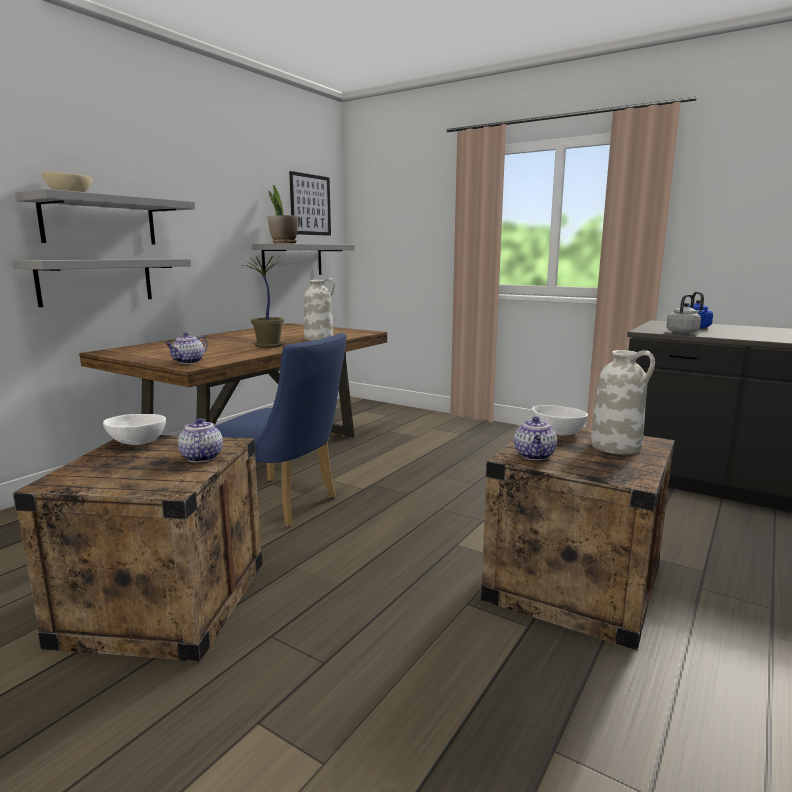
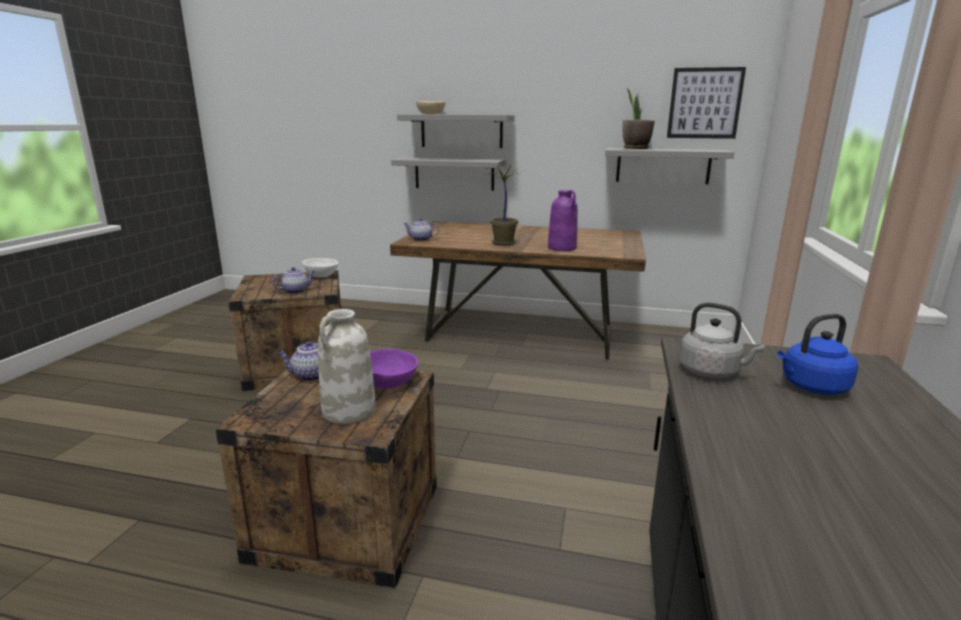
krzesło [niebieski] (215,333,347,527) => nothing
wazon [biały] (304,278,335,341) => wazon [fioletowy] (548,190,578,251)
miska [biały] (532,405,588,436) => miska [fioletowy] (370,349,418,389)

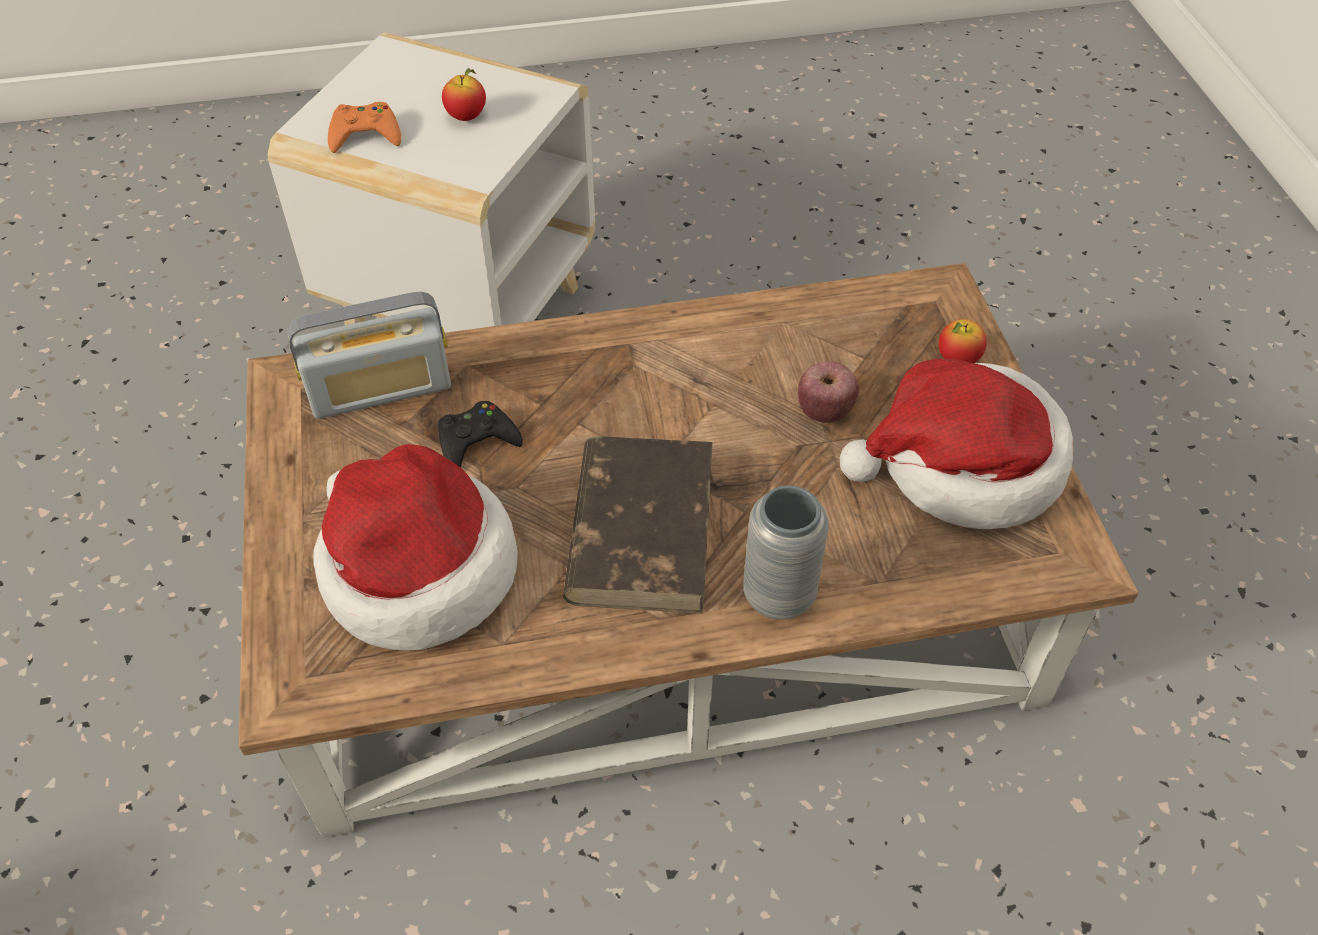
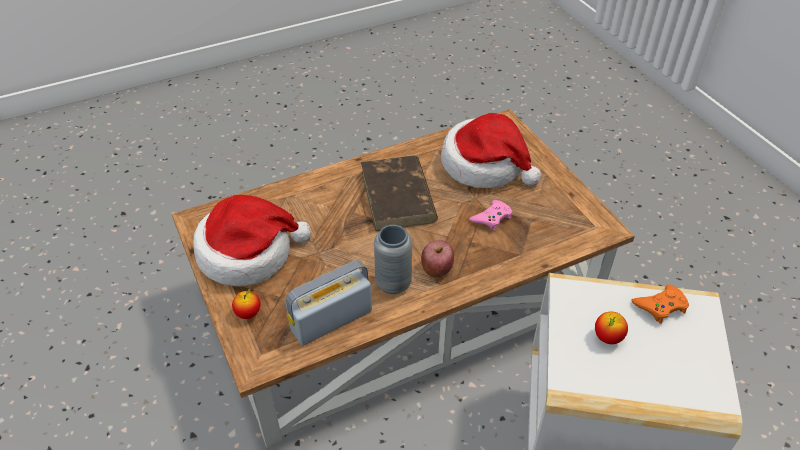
radio (287,291,451,419) => radio (286,260,372,346), moved
wazon [szary] (743,485,829,620) => wazon [szary] (374,225,412,294), moved
jabłko (798,361,859,423) => jabłko (421,240,454,277), moved
pad do gier [czarny] (438,401,523,468) => pad do gier [różowy] (469,200,512,231)

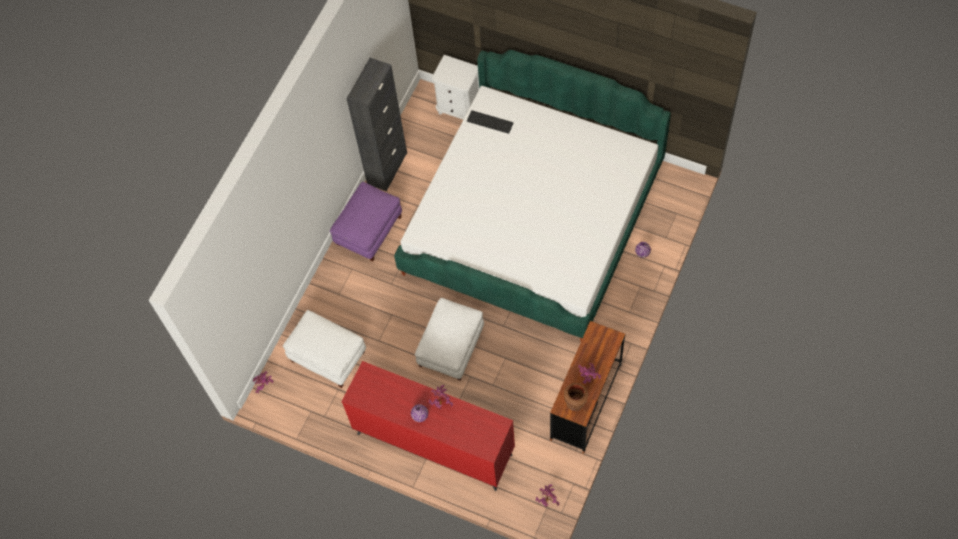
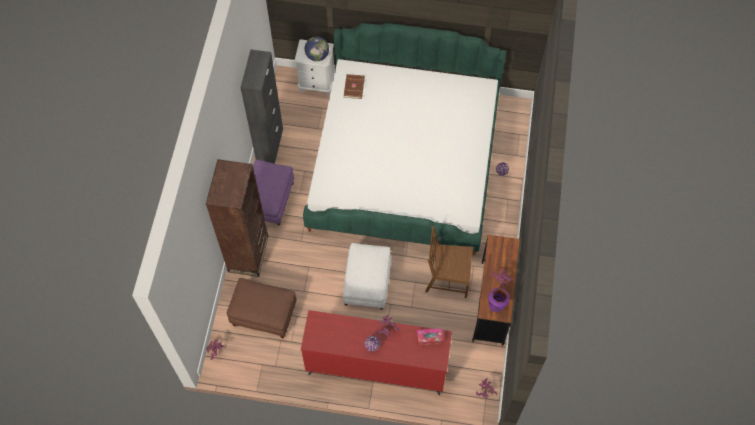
nothing => regał [brązowy] (206,159,268,277)
nothing => globus (305,36,329,61)
nothing => pudełko chusteczek (417,328,443,345)
nothing => krzesło [brązowy] (425,226,473,298)
klawiatura (467,110,513,134) => książka [brązowy] (344,74,365,99)
pufa [biały] (283,310,366,388) => pufa [brązowy] (226,278,297,339)
wazon [brązowy] (564,383,588,411) => wazon [fioletowy] (488,288,509,312)

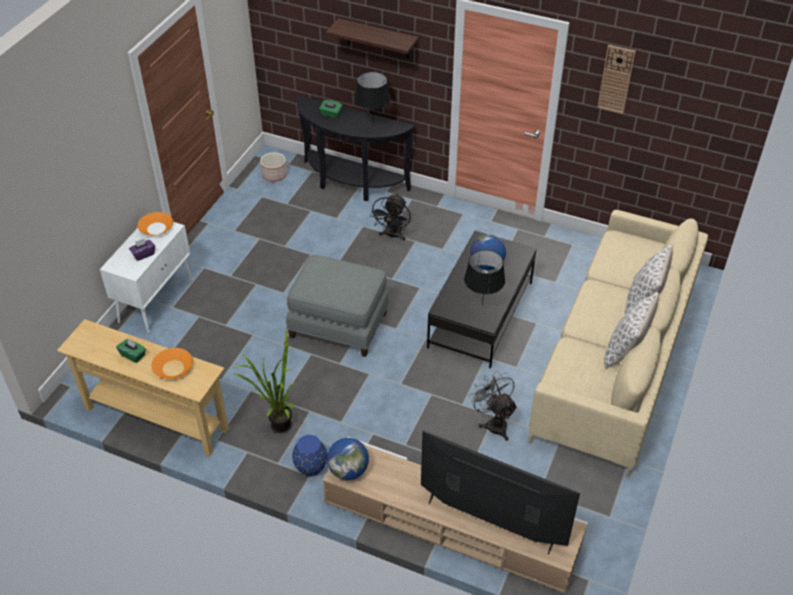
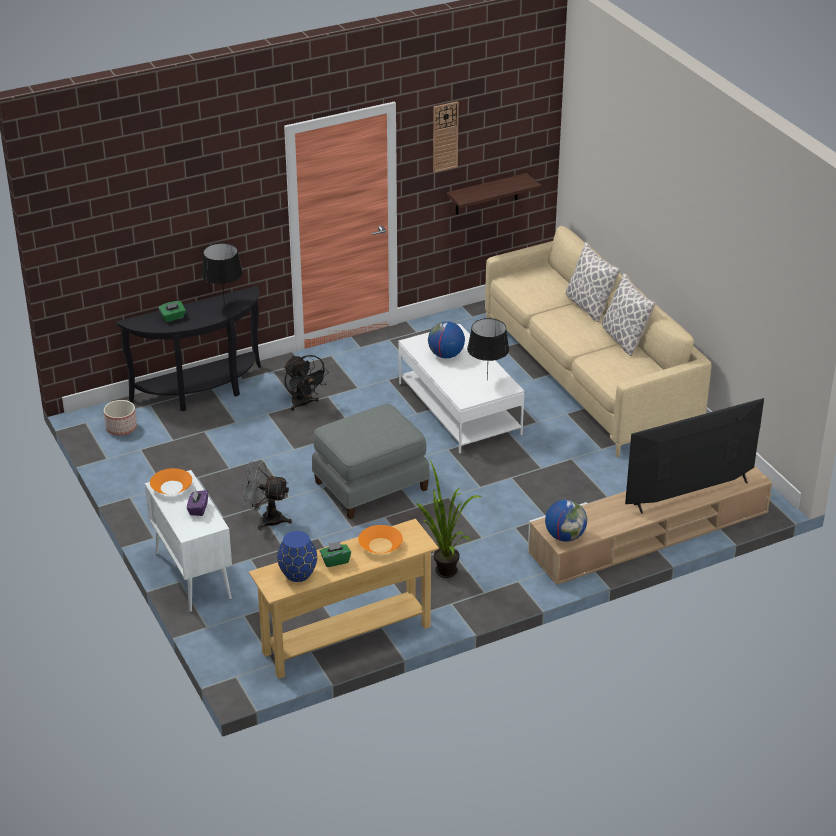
wazon [niebieski] (292,435,327,476) => wazon [niebieski] (277,531,317,582), moved
półka (326,18,419,59) => półka (447,173,541,215), moved
wentylator [szary] (469,371,517,441) => wentylator [szary] (242,461,292,530), moved
ława [czarny] (427,231,537,368) => ława [biały] (398,324,524,454)

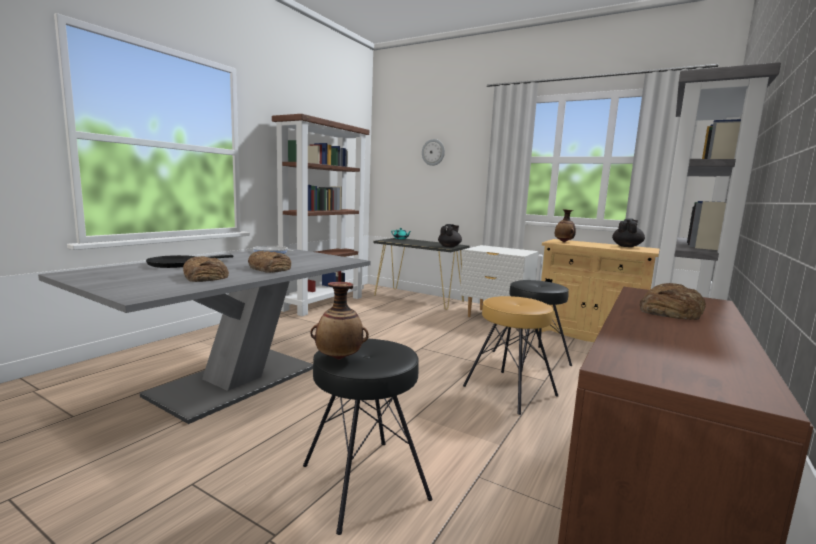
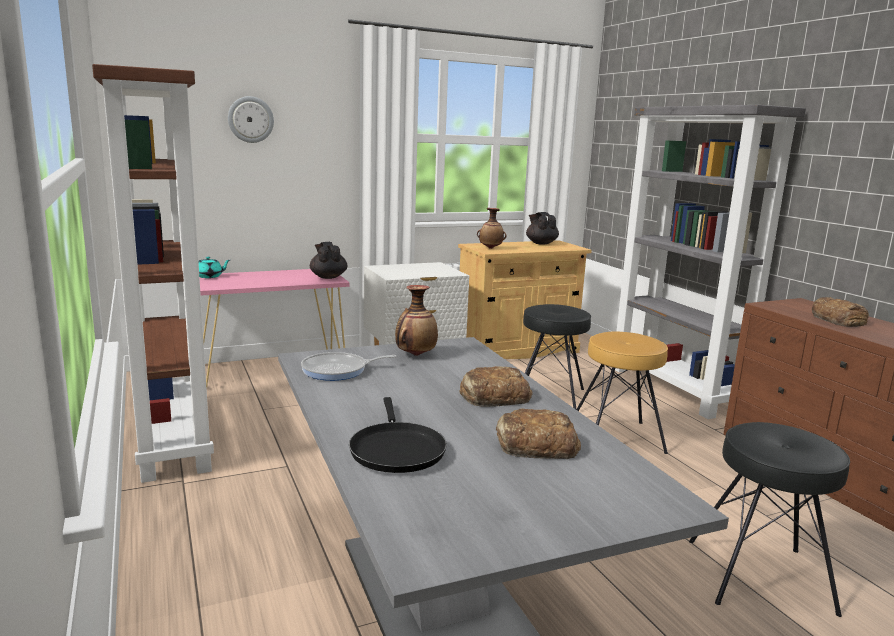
wazon (310,282,369,360) => wazon (395,285,438,356), moved
stolik konsolowy [czarny] (374,238,469,310) => stolik konsolowy [różowy] (199,269,350,388)

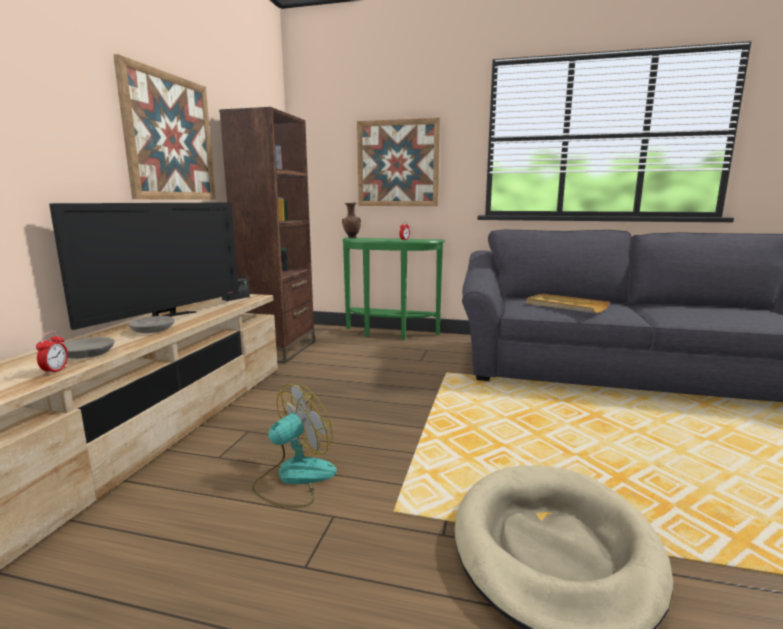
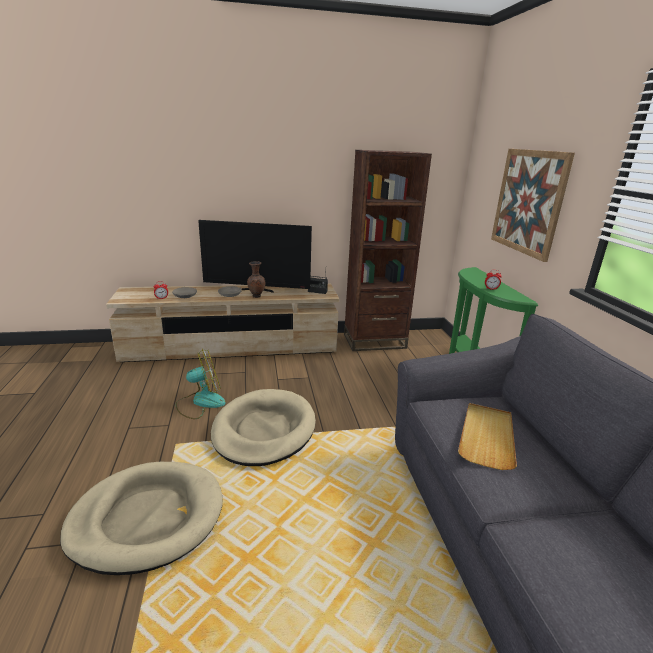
obraz (113,54,216,200) => nothing
nothing => legowisko [beżowy] (211,389,316,466)
wazon [brązowy] (342,203,361,238) => wazon [brązowy] (247,261,265,298), moved
wentylator (252,384,337,507) => wentylator (176,349,226,419), 45 degrees counterclockwise

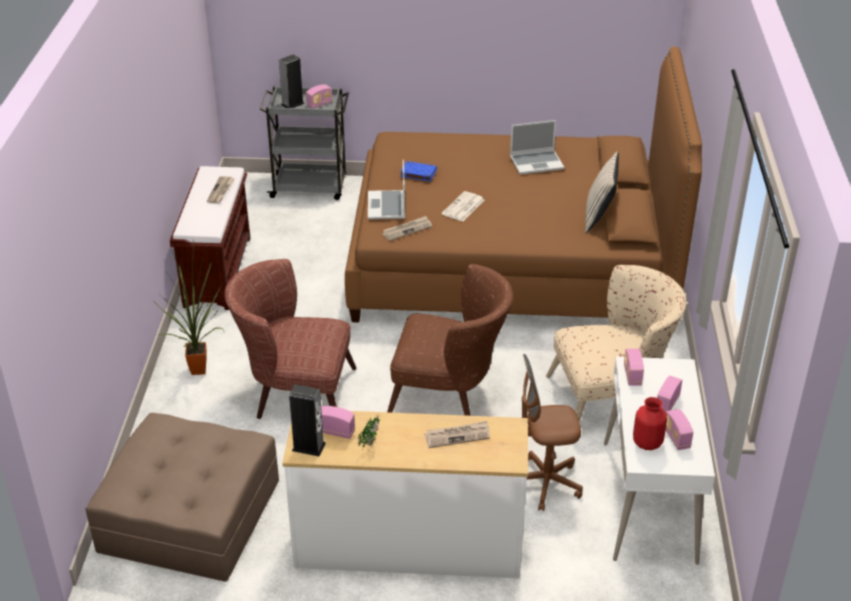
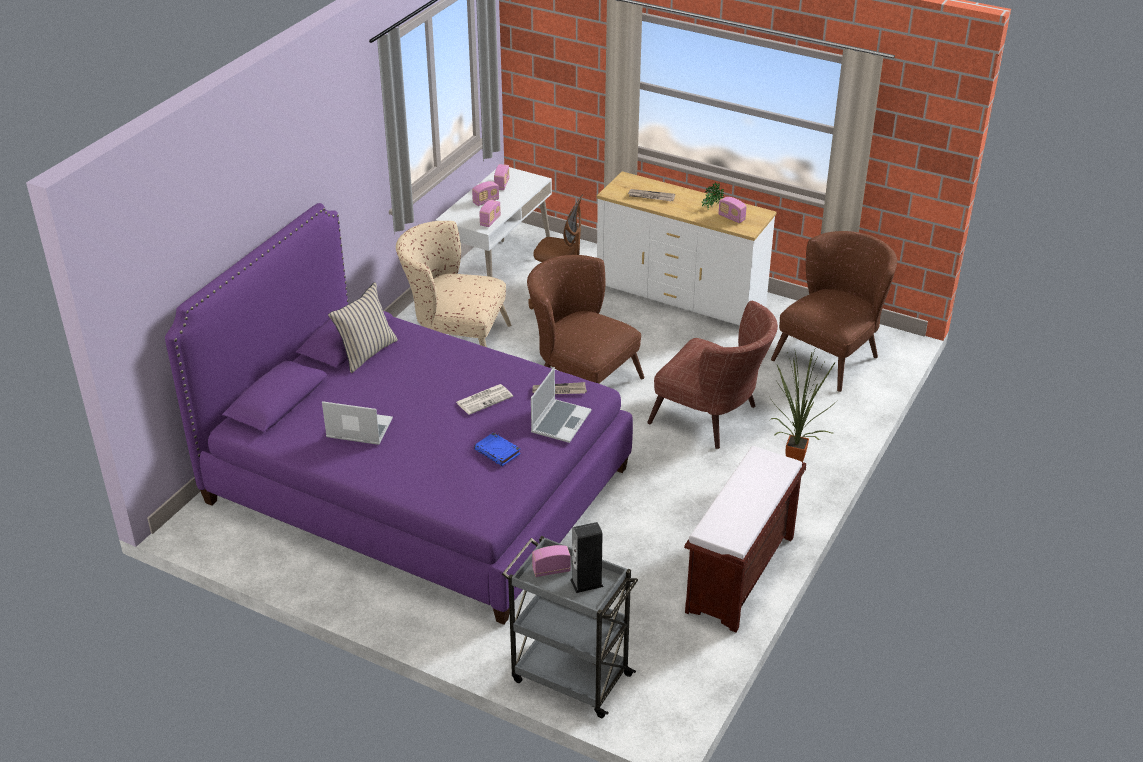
gazeta (207,176,235,203) => nothing
głośnik (289,384,326,456) => nothing
wazon [czerwony] (633,397,667,450) => nothing
pufa [brązowy] (86,413,279,582) => fotel [brązowy] (771,231,897,392)
łóżko [brązowy] (345,46,702,323) => łóżko [fioletowy] (165,203,633,625)

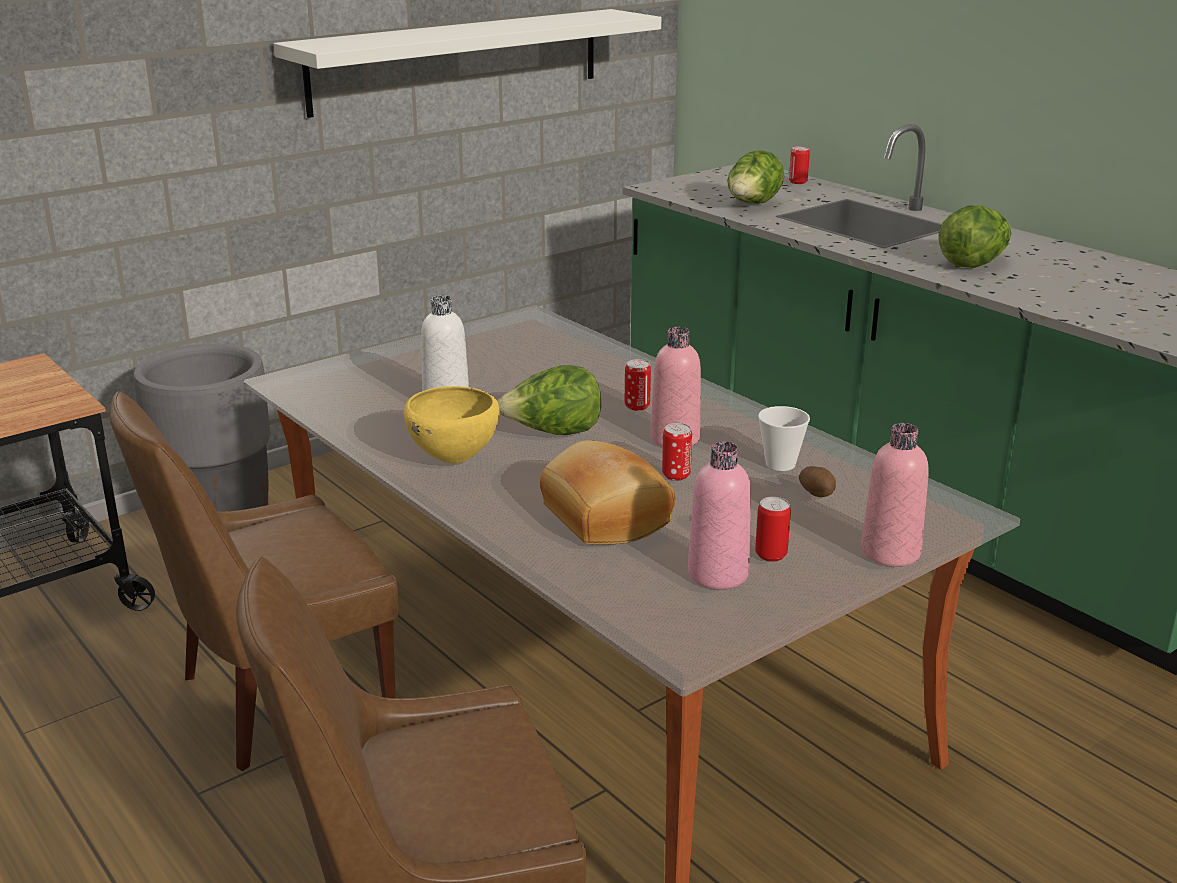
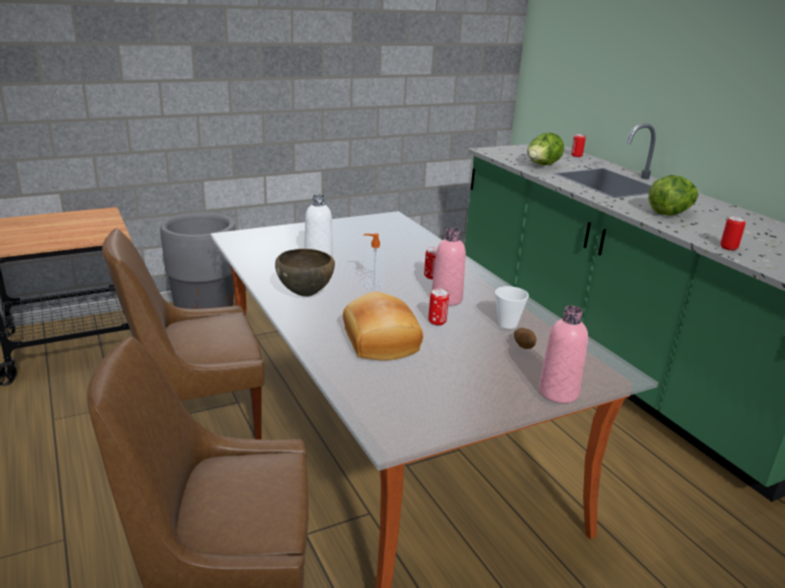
półka [biały] (274,9,661,118) => nothing
butelka [różowy] (688,442,751,589) => nothing
puszka (755,497,791,562) => puszka (720,216,746,251), moved
sałata (497,365,601,435) => dozownik mydła (364,234,385,291)
miska [żółty] (404,386,500,463) => miska [brązowy] (275,249,335,297)

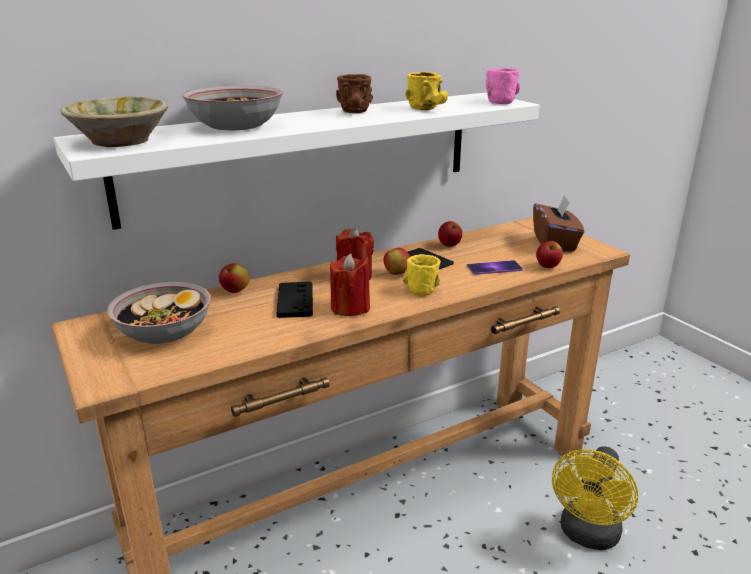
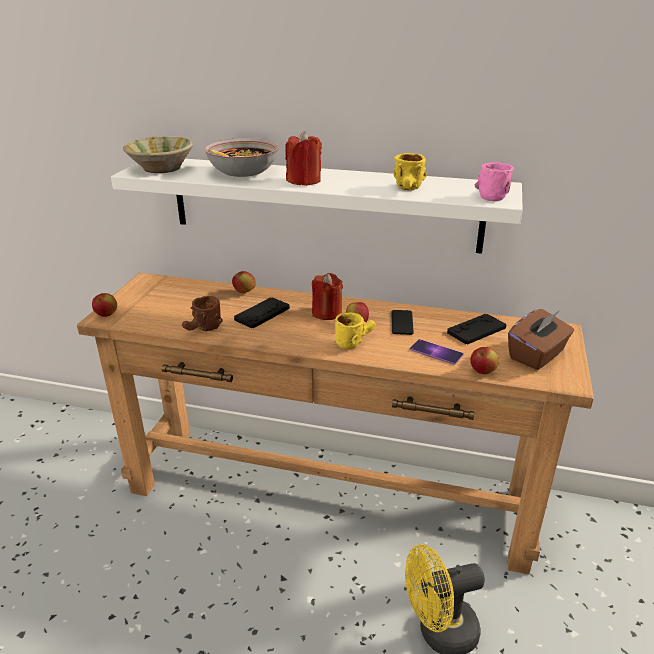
miska (107,282,211,344) => nothing
nothing => pad do gier [czarny] (447,314,506,344)
świeca [czerwony] (330,253,370,316) => świeca [czerwony] (285,131,322,186), moved
kubek [brązowy] (336,74,373,113) => kubek [brązowy] (182,296,223,331), moved
jabłko (438,221,462,247) => jabłko (92,293,117,317), moved

